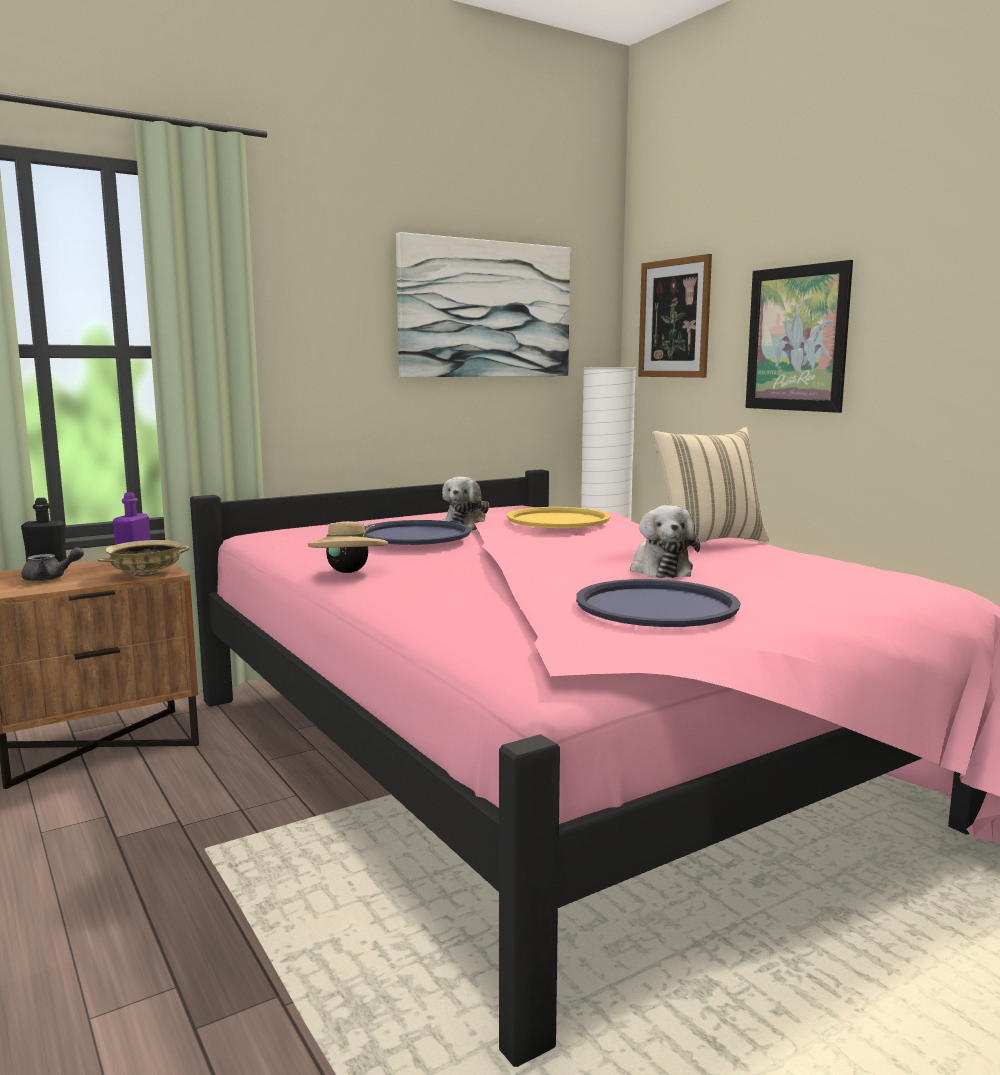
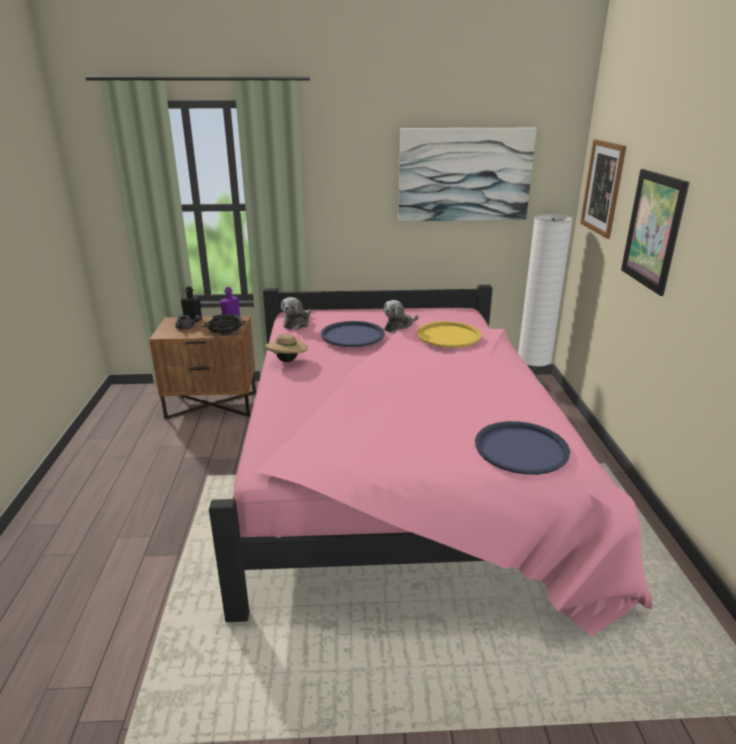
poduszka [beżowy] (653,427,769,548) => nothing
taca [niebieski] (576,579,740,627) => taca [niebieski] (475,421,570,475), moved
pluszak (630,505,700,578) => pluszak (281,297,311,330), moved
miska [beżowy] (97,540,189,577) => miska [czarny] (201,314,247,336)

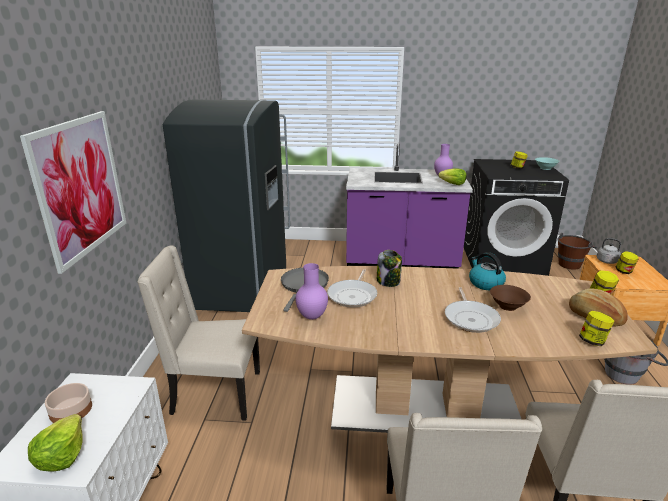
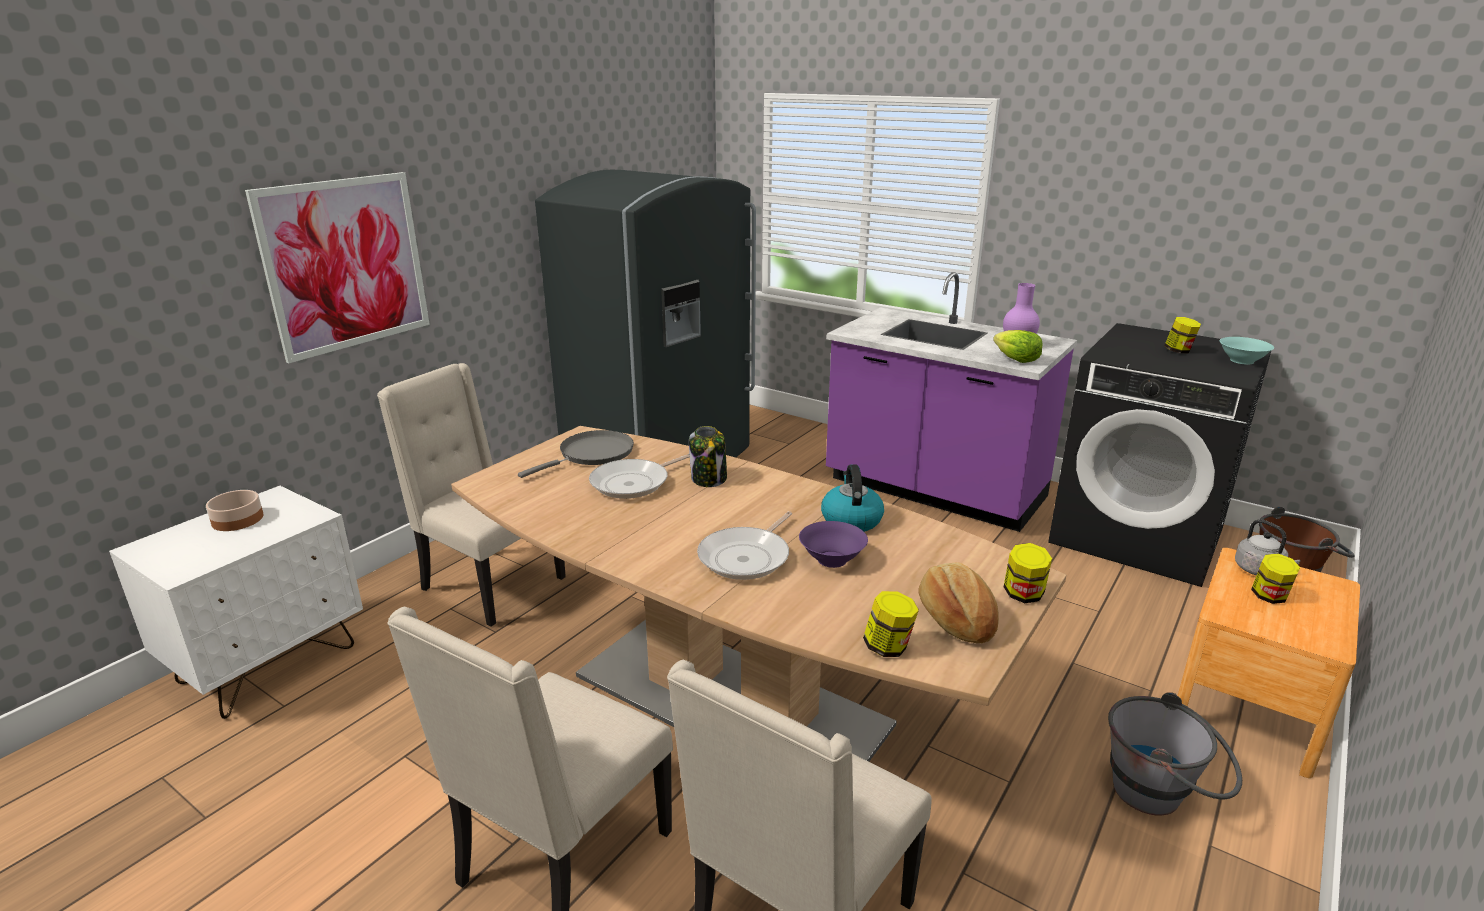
sałata (28,414,83,471) => nothing
wazon [fioletowy] (295,263,328,320) => nothing
miska [brązowy] (490,285,531,311) => miska [fioletowy] (799,521,868,568)

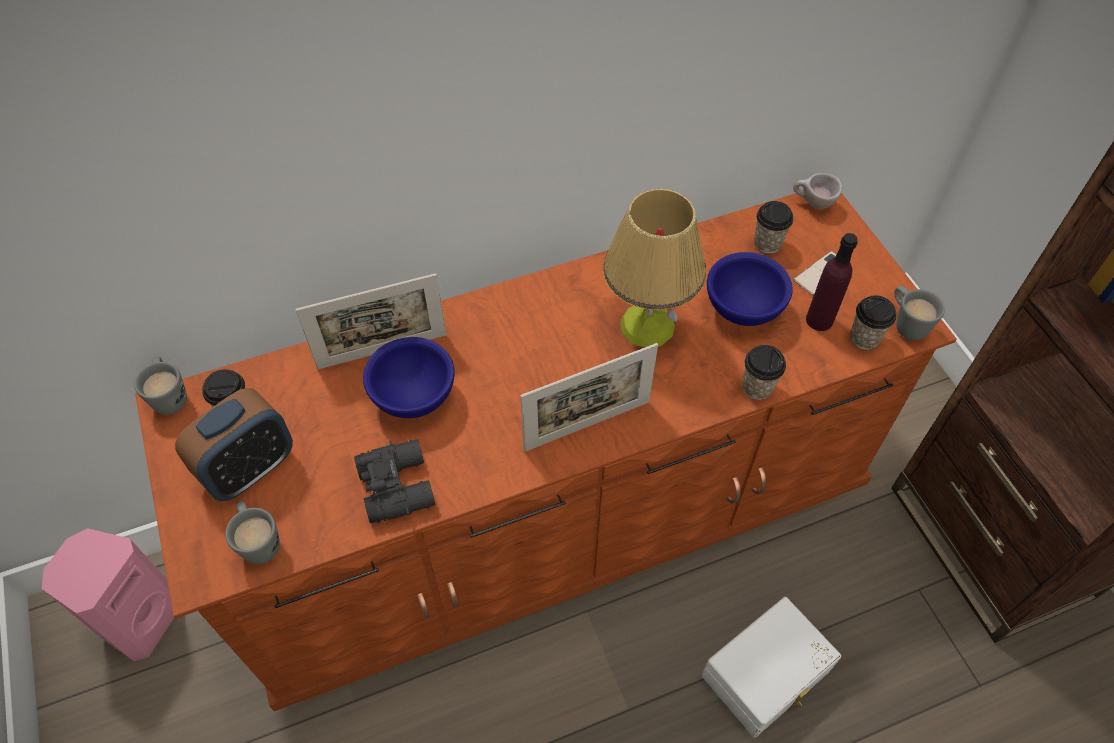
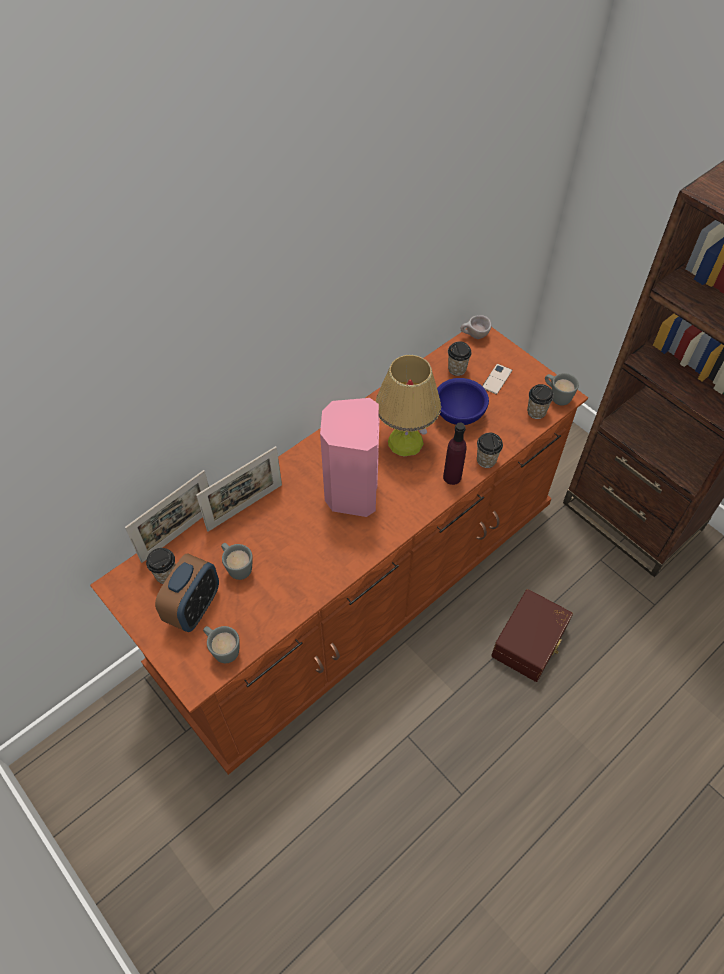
lornetka [czarny] (354,439,435,523) => nothing
miska [niebieski] (363,337,455,418) => nothing
głośnik [różowy] (42,528,174,661) => głośnik [różowy] (320,398,380,517), moved
kubek [szary] (134,357,187,415) => kubek [szary] (221,543,253,580), moved
ramka na zdjęcie (521,343,658,452) => ramka na zdjęcie (125,470,209,563), moved
butelka [fioletowy] (806,233,858,331) => butelka [fioletowy] (443,423,467,485), moved
pojemnik do przechowywania [biały] (702,597,841,737) => pojemnik do przechowywania [brązowy] (491,589,573,682)

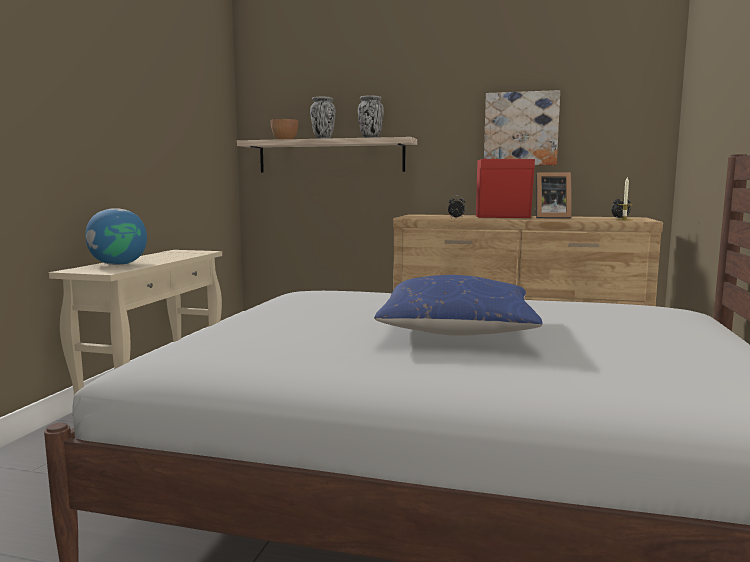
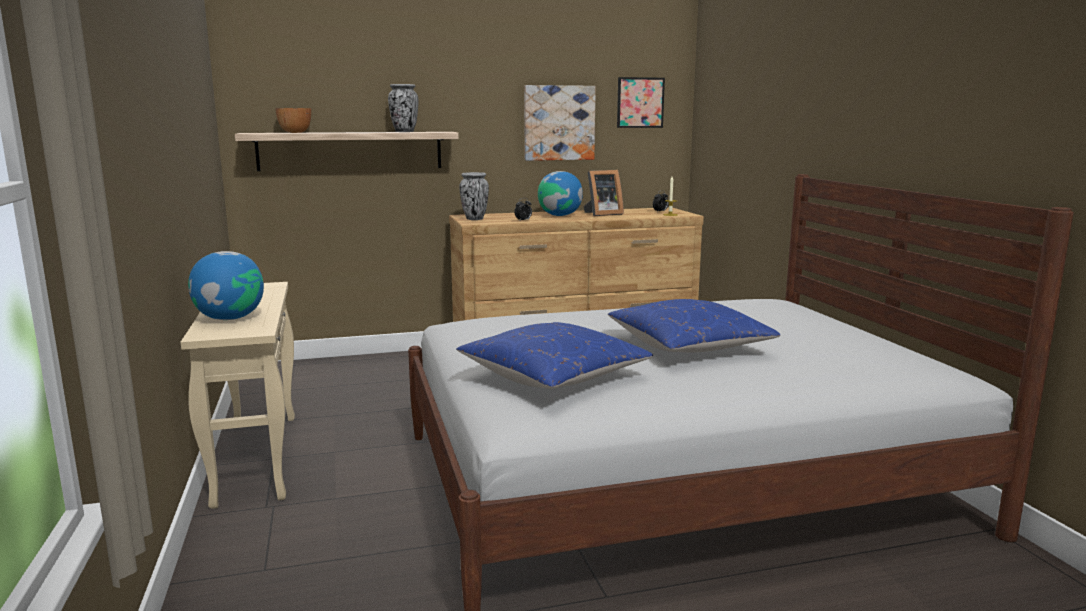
nothing => poduszka [niebieski] (456,322,653,389)
nothing => obraz (617,77,665,128)
wazon (310,97,336,139) => wazon (459,172,489,220), moved
głośnik [czerwony] (476,158,535,218) => globus (538,171,583,216)

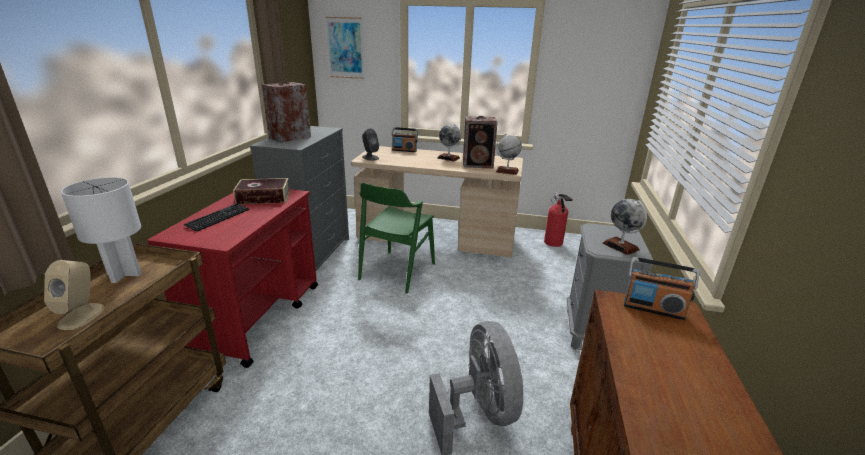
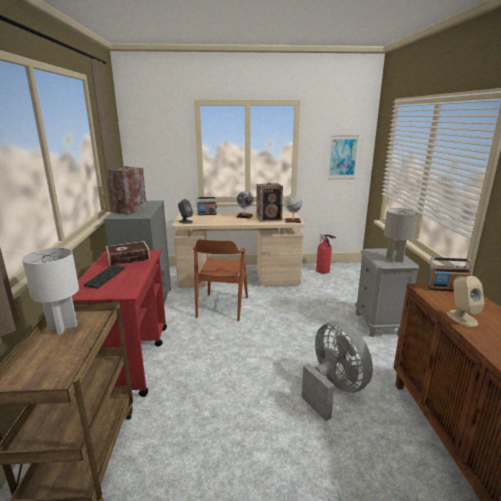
głośnik [beżowy] (44,260,105,330) => głośnik [beżowy] (447,276,484,327), moved
obraz (326,17,364,79) => obraz (328,136,359,179), moved
globus (602,199,647,255) => lampa stołowa [szary] (384,208,417,263)
krzesło [zielony] (358,183,435,294) => krzesło [brązowy] (193,239,248,321)

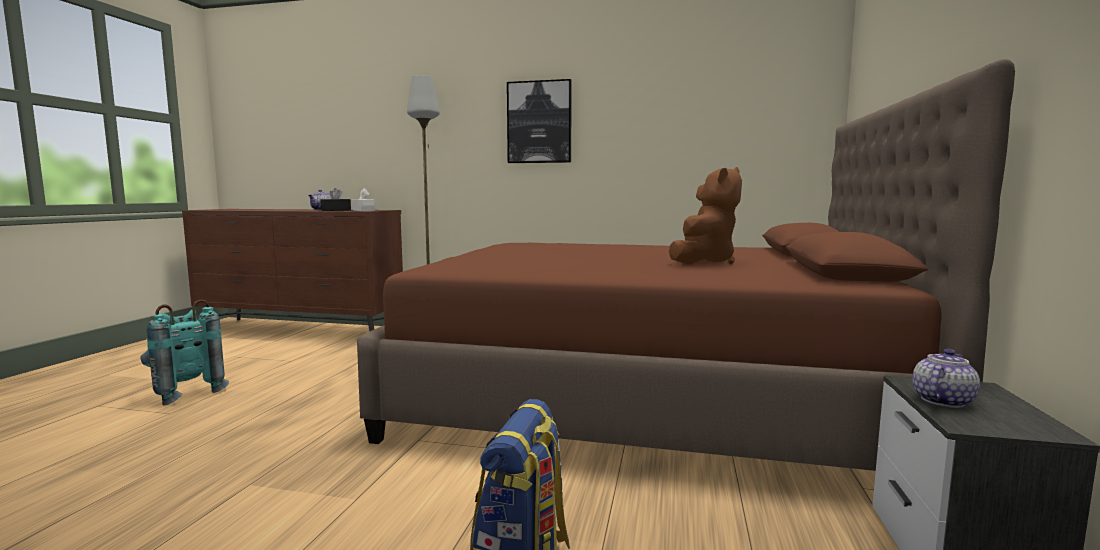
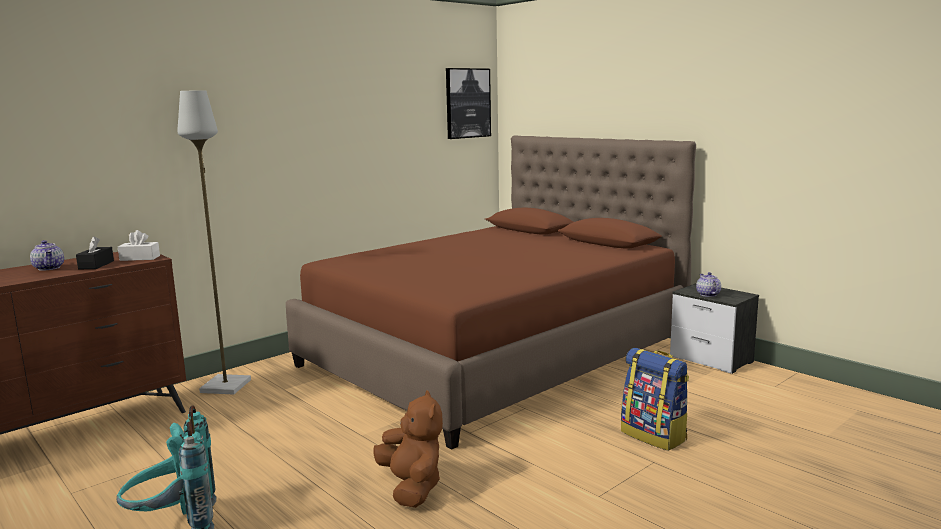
obraz (507,79,572,163) => obraz (446,68,491,139), moved
pluszak [brązowy] (669,167,742,264) => pluszak [brązowy] (373,390,443,508), moved

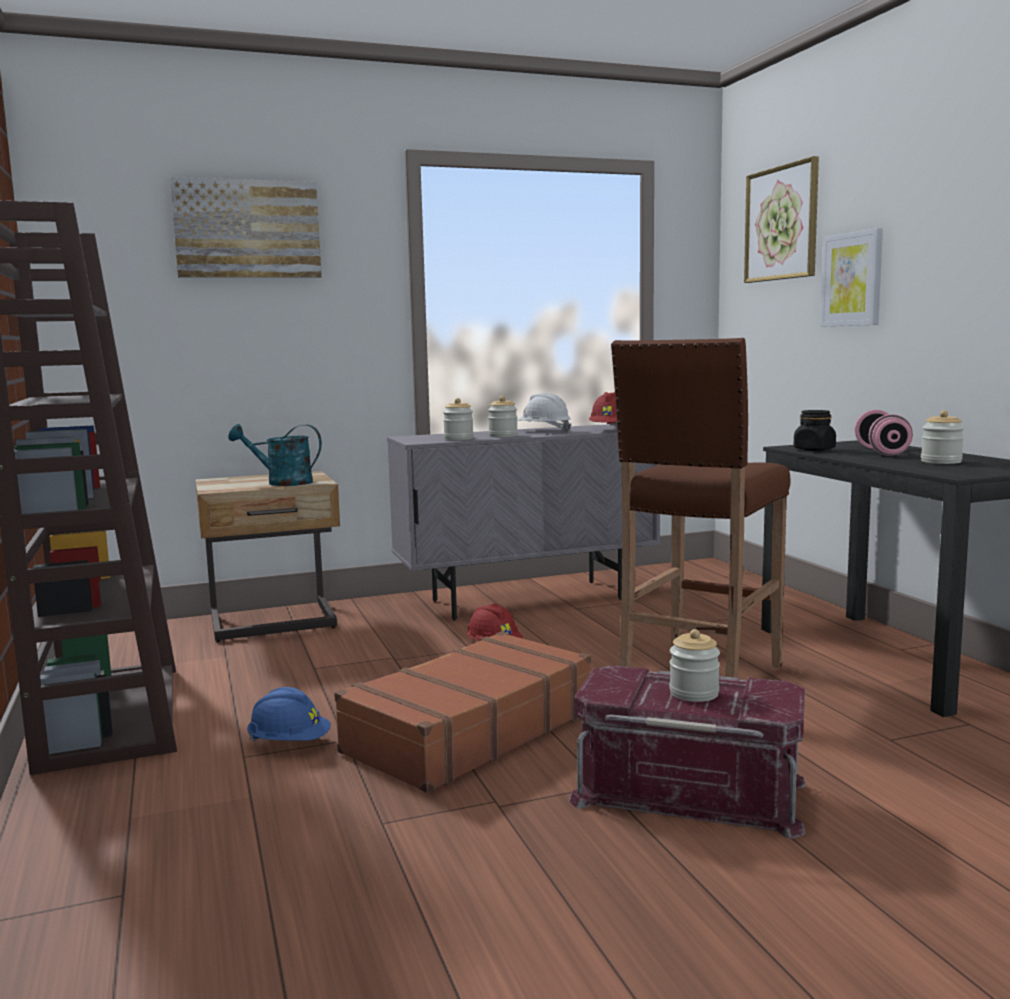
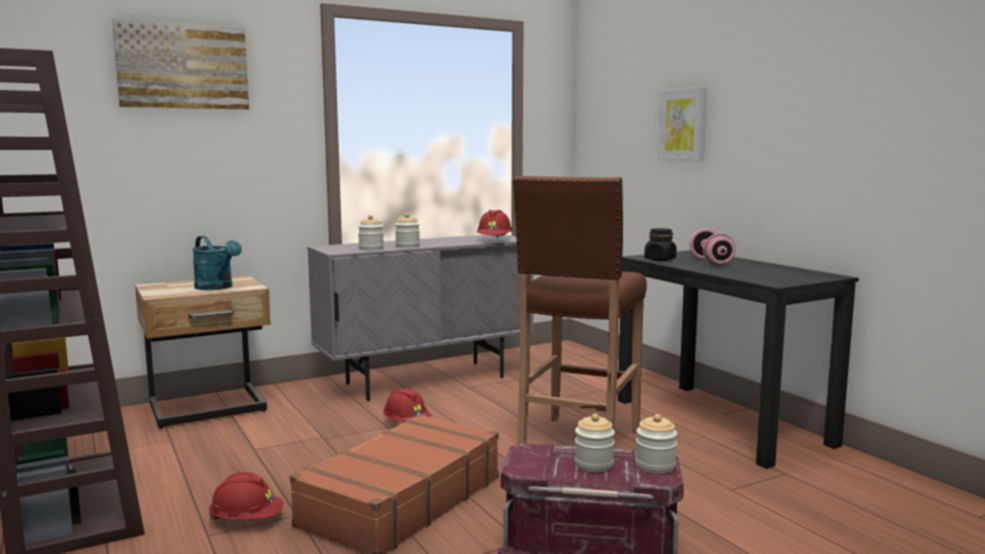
kask [biały] (517,393,571,432) => nothing
obraz (744,156,819,283) => nothing
słoik (921,410,964,464) => słoik (636,414,677,473), moved
kask [niebieski] (247,687,331,741) => kask [czerwony] (209,472,283,520)
konewka [turkusowy] (228,424,322,486) => konewka [turkusowy] (192,236,242,290), 135 degrees counterclockwise

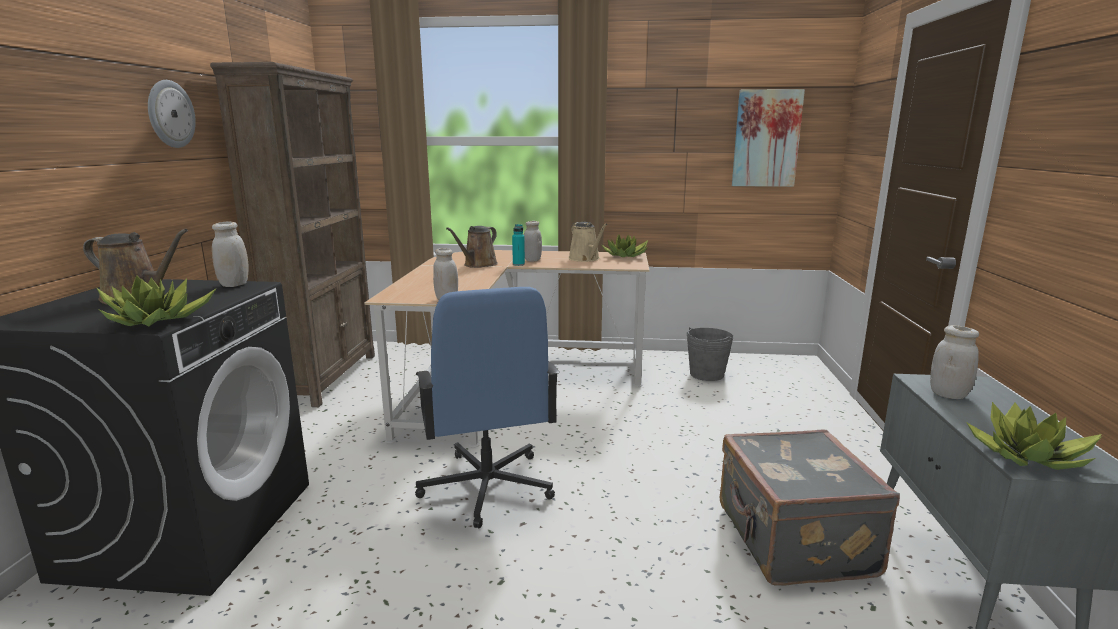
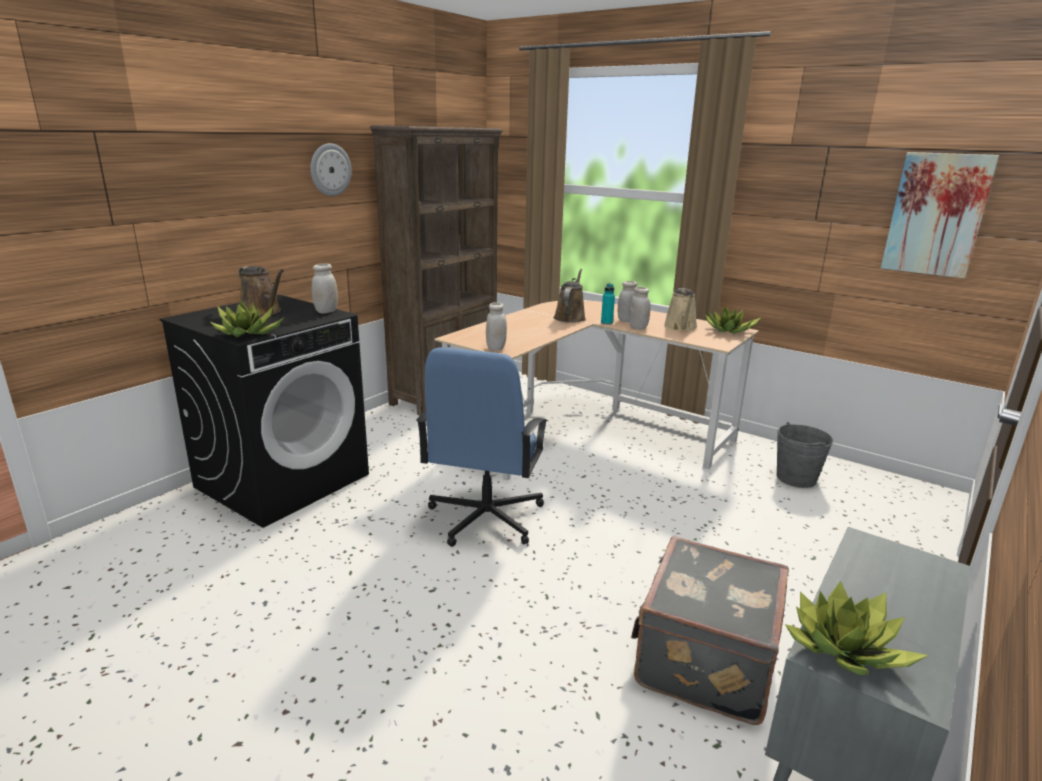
słoik [biały] (930,325,979,399) => słoik [biały] (629,287,651,330), moved
konewka [brązowy] (446,226,498,268) => konewka [brązowy] (554,269,586,323), 135 degrees clockwise

